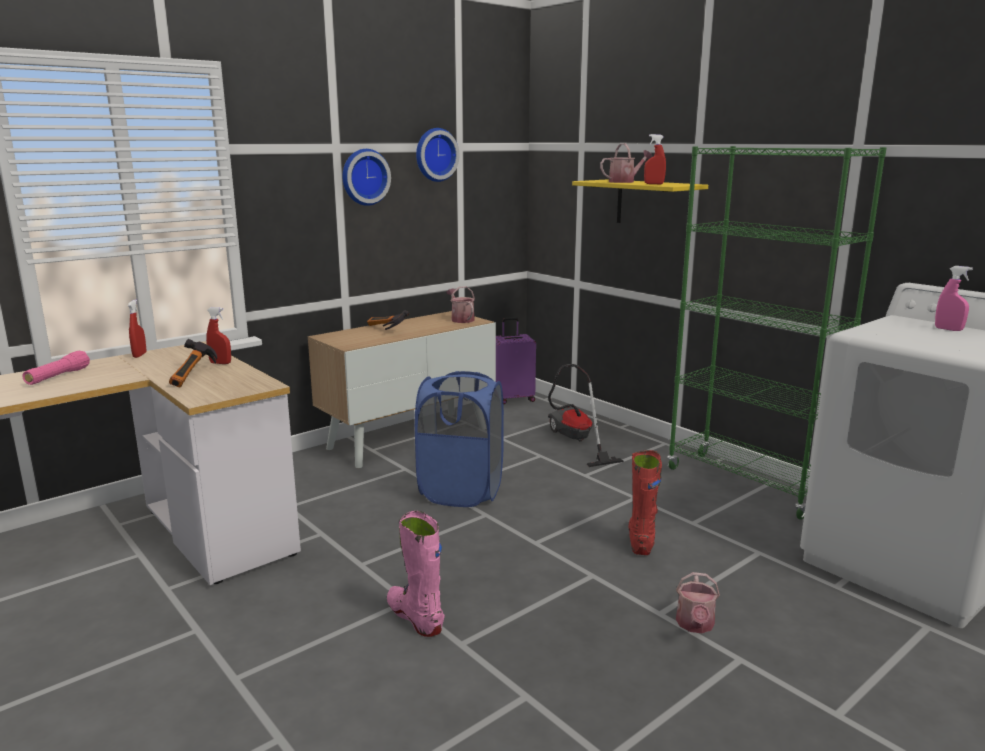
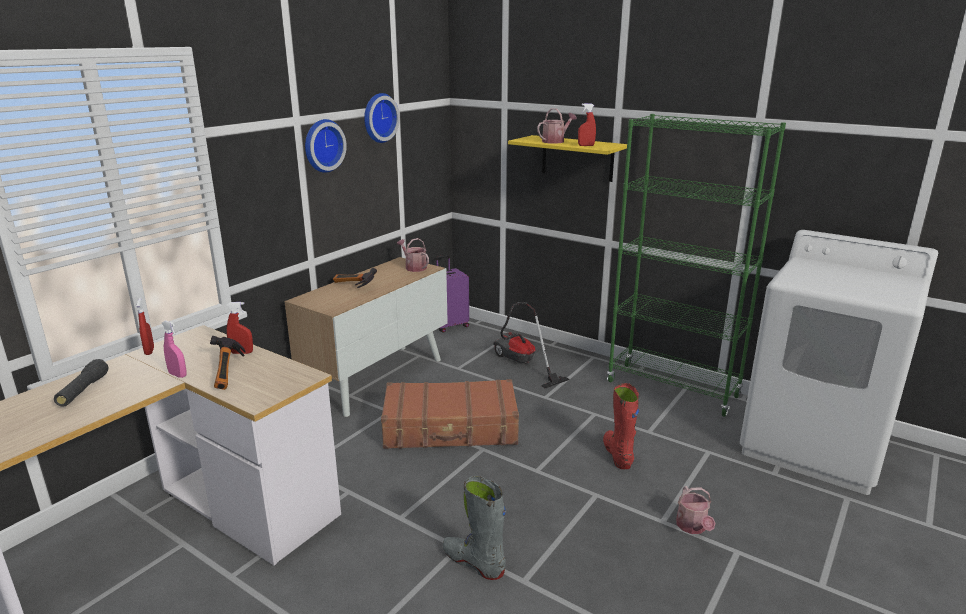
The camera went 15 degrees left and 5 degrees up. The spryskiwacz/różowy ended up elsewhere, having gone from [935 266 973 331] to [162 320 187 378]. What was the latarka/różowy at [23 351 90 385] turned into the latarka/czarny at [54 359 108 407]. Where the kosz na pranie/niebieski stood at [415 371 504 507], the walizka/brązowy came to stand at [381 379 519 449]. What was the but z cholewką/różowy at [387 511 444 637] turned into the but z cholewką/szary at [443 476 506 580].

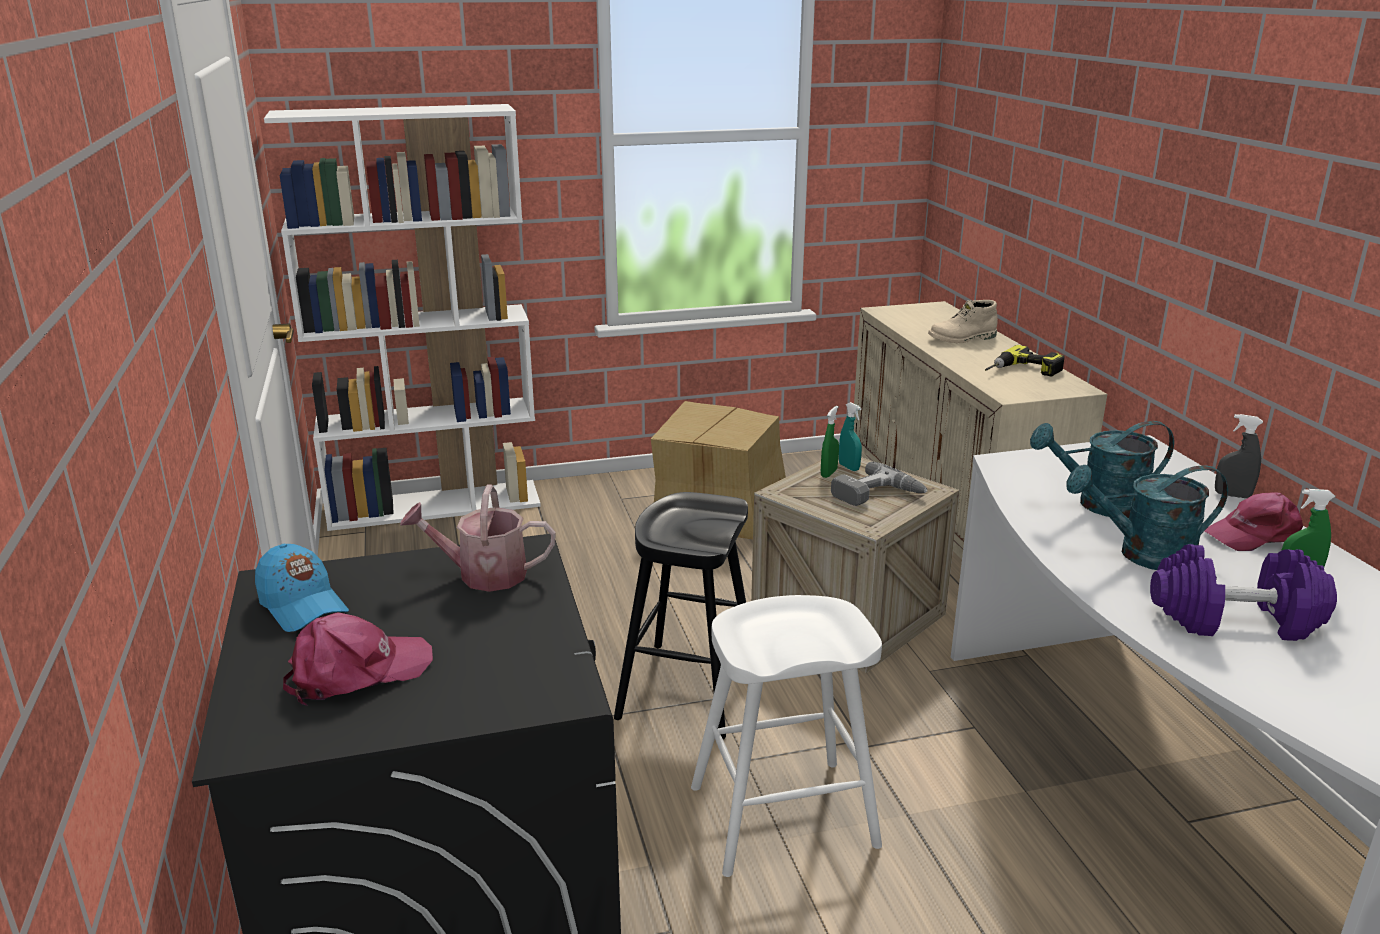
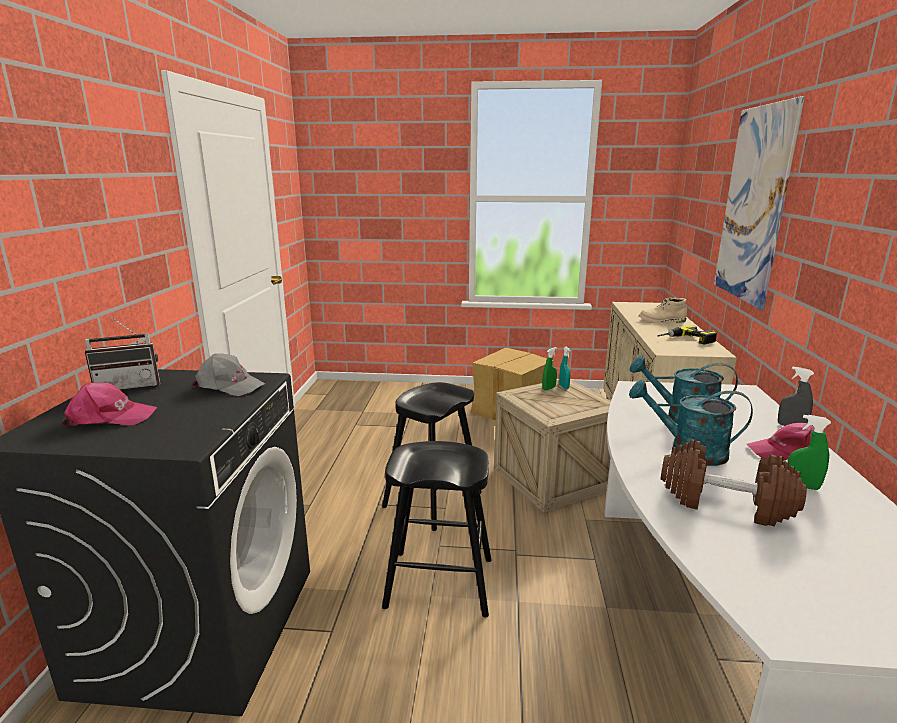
The camera went 20 degrees right and 5 degrees down. The second view lost the regał/biały at [264 104 541 531]. The second view lost the wiertarka at [831 461 927 506]. Where the konewka stood at [400 485 556 592], the czapka z daszkiem/szary came to stand at [192 353 265 396]. Where the czapka z daszkiem/niebieski stood at [255 544 349 632], the radio came to stand at [84 317 160 390]. What was the hantel/fioletowy at [1150 544 1337 641] turned into the hantel/brązowy at [661 439 807 527]. What was the stołek/biały at [691 595 882 877] turned into the stołek/czarny at [382 441 492 618]. The second view gained the obraz at [714 96 805 310].

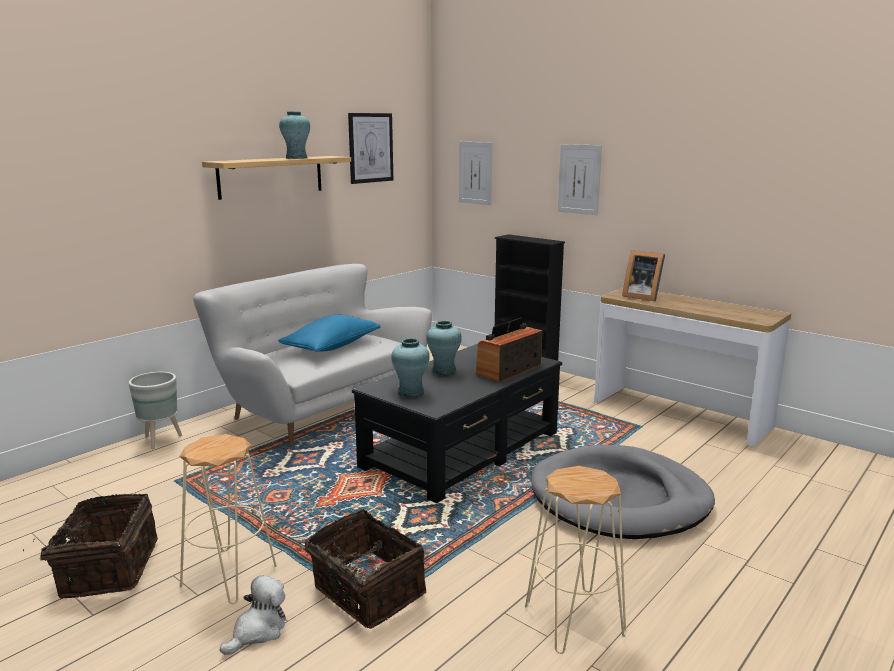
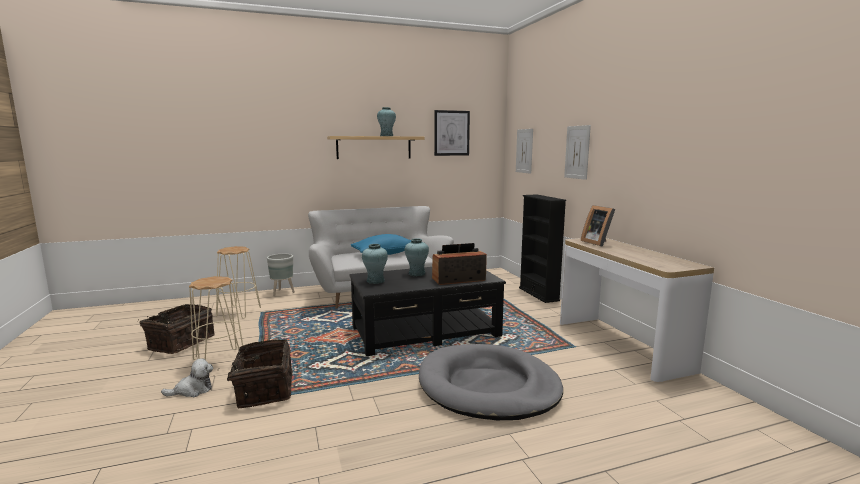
The camera went 30 degrees right and 5 degrees down. The stołek/beżowy ended up elsewhere, having gone from [525 466 626 654] to [216 246 261 319].

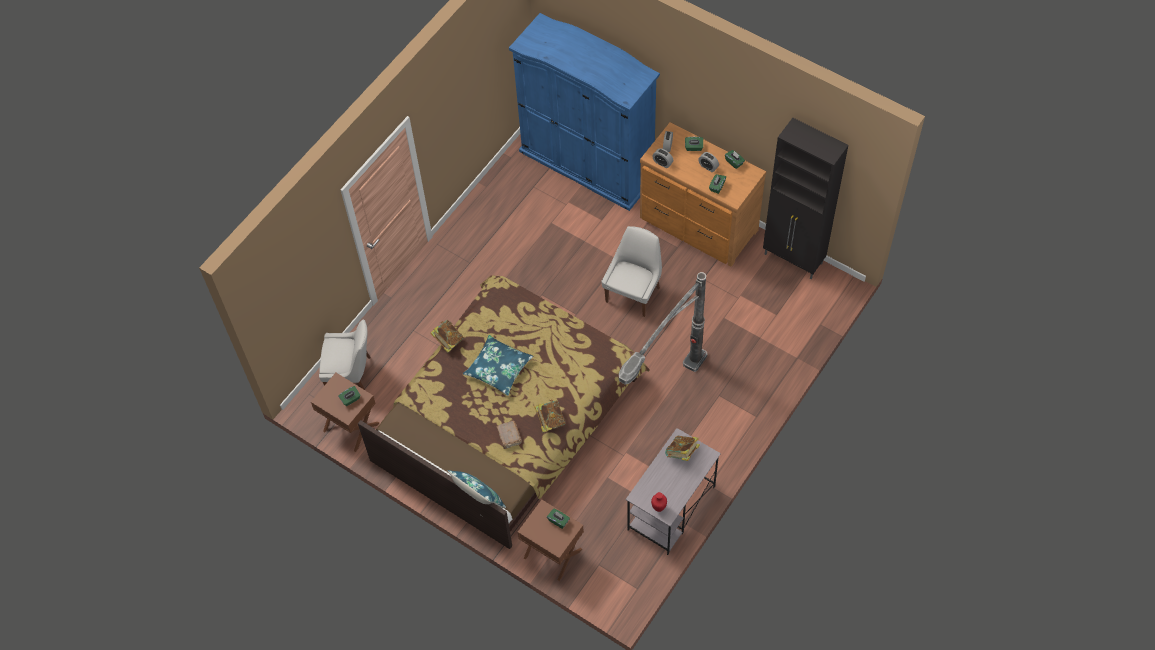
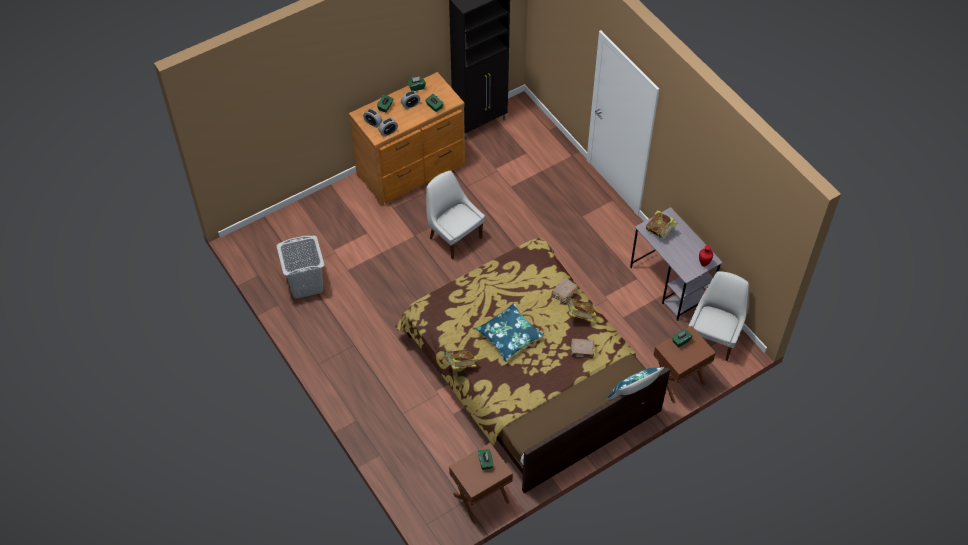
The camera went 70 degrees left and 5 degrees down. The second view lost the szafa/niebieski at [509 13 660 211]. The second view lost the lampa stojąca at [619 272 708 385]. The krzesło/biały ended up elsewhere, having gone from [319 319 371 390] to [688 271 749 361]. The second view gained the kosz na pranie/szary at [277 235 324 299]. The second view gained the książka/brązowy at [552 277 578 303].

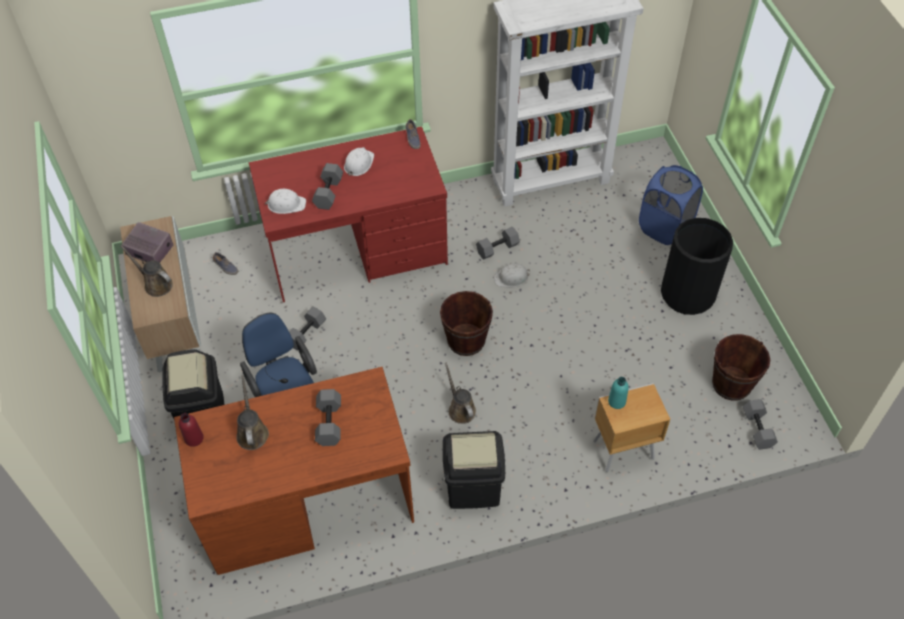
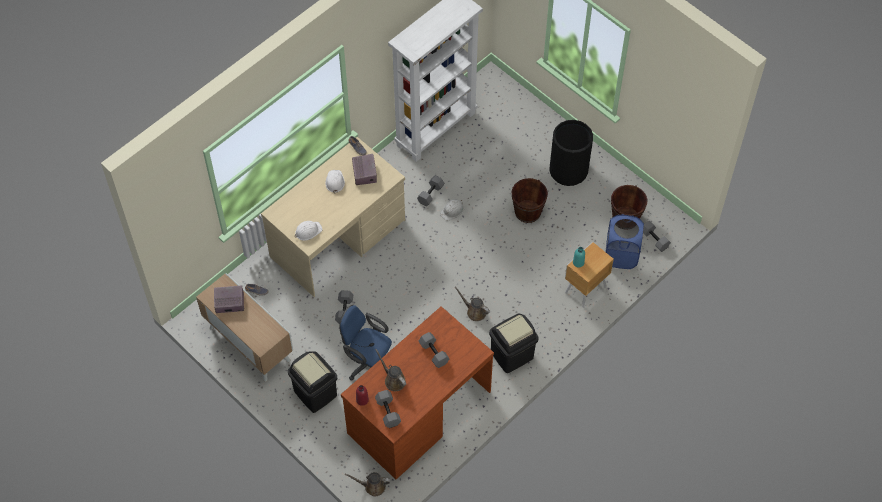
The camera went 30 degrees left and 5 degrees up. What was the biurko/czerwony at [249 126 448 302] turned into the biurko/beżowy at [261 137 405 297]. The hantel/szary ended up elsewhere, having gone from [312 163 343 210] to [375 390 401 428]. The kosz na pranie/niebieski ended up elsewhere, having gone from [639 165 703 245] to [605 214 644 269]. The konewka/brązowy ended up elsewhere, having gone from [120 245 173 297] to [345 472 390 496]. The wiadro/brązowy ended up elsewhere, having gone from [440 291 493 356] to [512 178 548 223]. The second view gained the radio at [352 154 377 185].

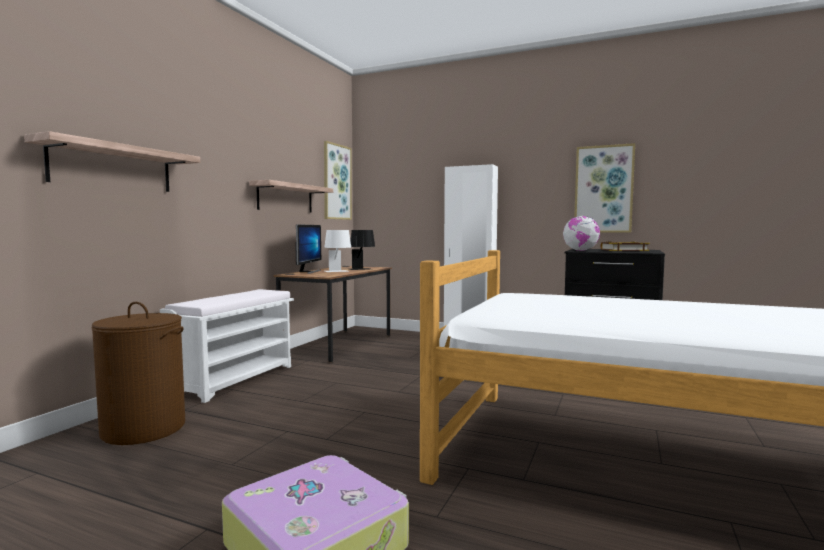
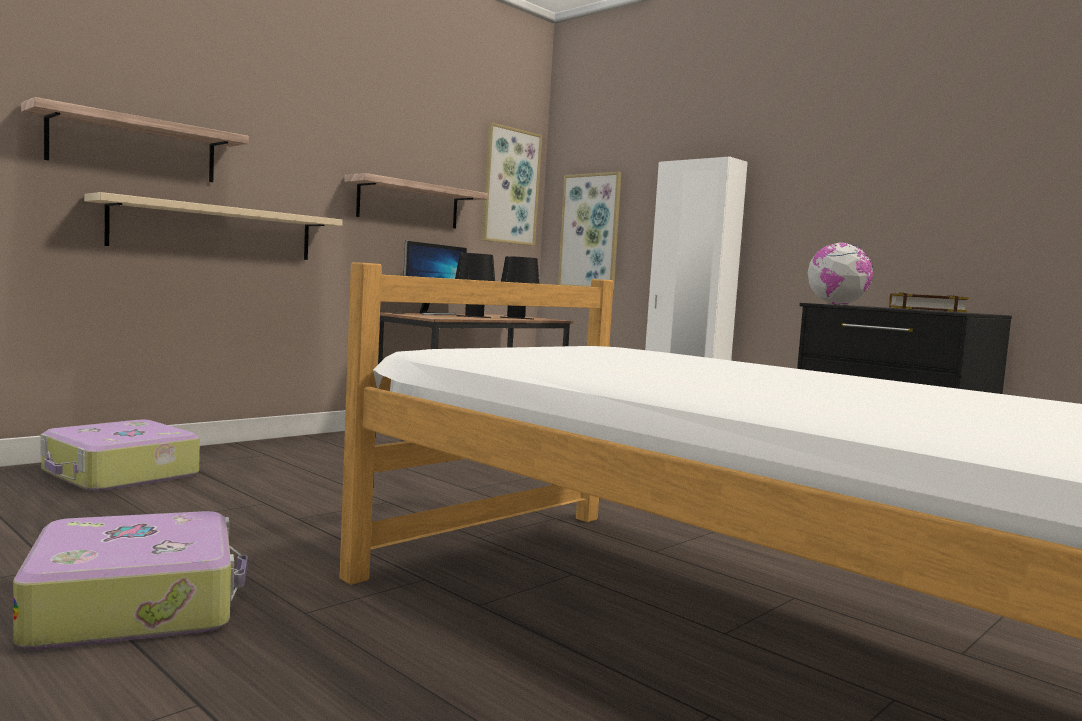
The camera went 20 degrees right and 0 degrees up. The obraz ended up elsewhere, having gone from [574 143 635 233] to [558 172 621 290]. What was the lampa stołowa/biały at [324 230 351 272] turned into the lampa stołowa/czarny at [455 253 495 318]. The second view lost the ławka/biały at [160 289 294 403]. Where the kosz na pranie/brązowy stood at [92 302 185 445], the walizka came to stand at [40 420 200 492]. The second view gained the półka/beżowy at [84 192 343 260].

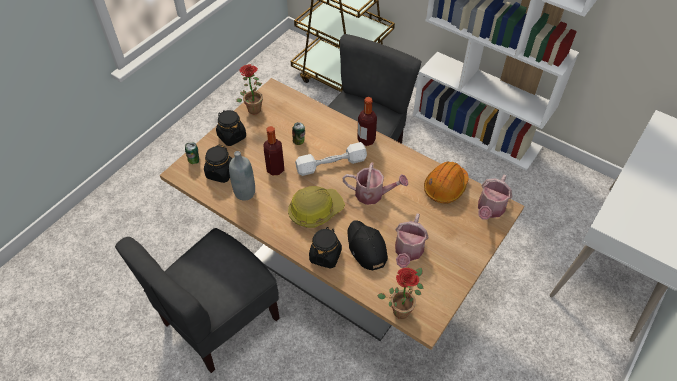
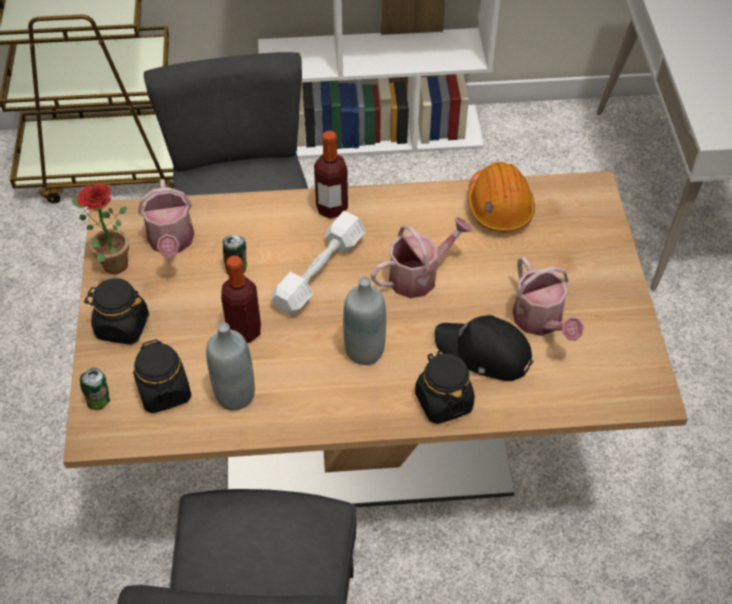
The camera went 40 degrees left and 0 degrees up. The konewka ended up elsewhere, having gone from [478 174 512 220] to [138 179 195 258]. Where the kask stood at [288 186 345 228], the butelka/szary came to stand at [343 277 386 365]. The second view lost the roślina doniczkowa at [377 268 424 319].

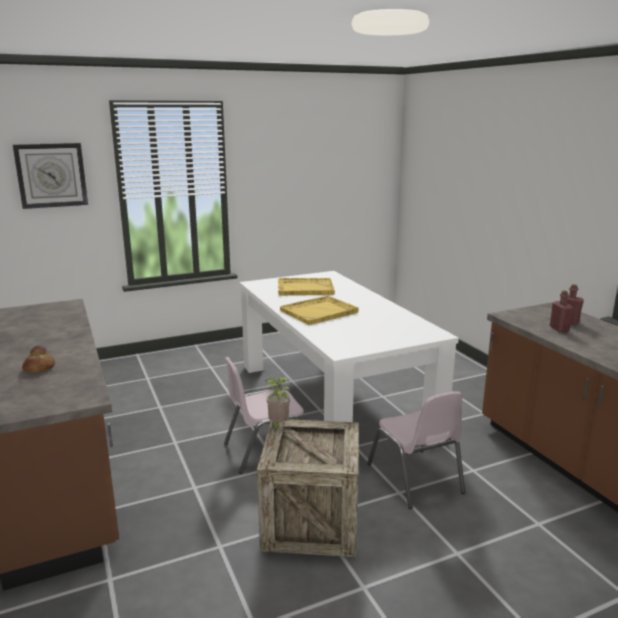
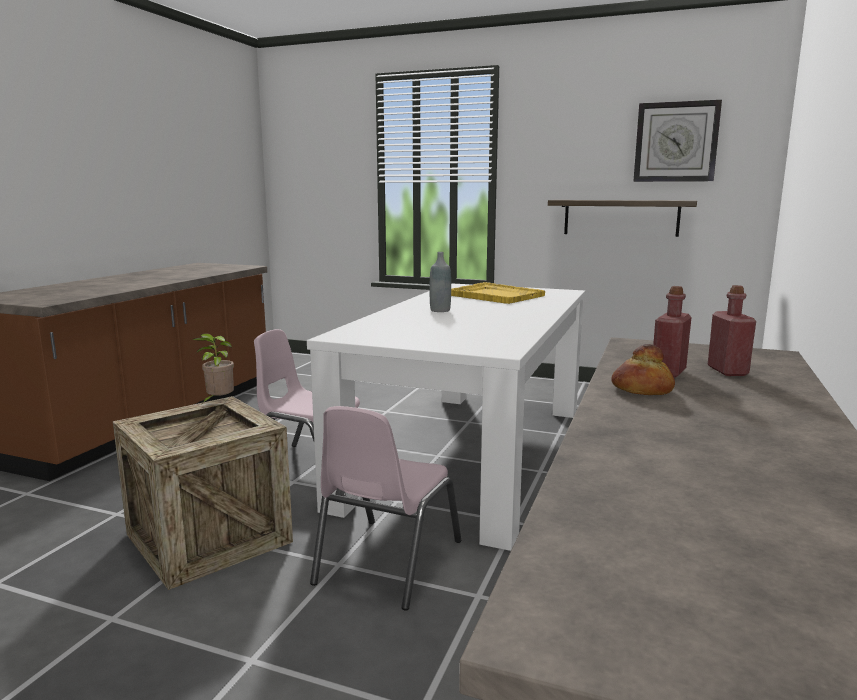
The camera went 45 degrees right and 5 degrees down. The zegar ścienny ended up elsewhere, having gone from [13 143 88 209] to [633 100 722 182]. Where the taca/żółty stood at [280 296 359 325], the butelka/szary came to stand at [430 252 451 312]. The chleb ended up elsewhere, having gone from [22 346 55 373] to [611 344 675 395]. The second view gained the półka at [548 200 697 237].

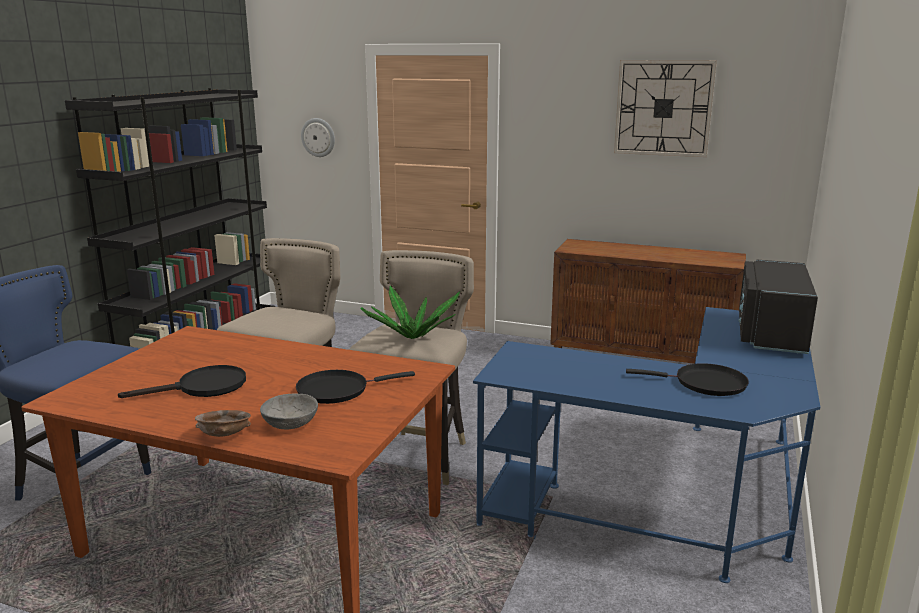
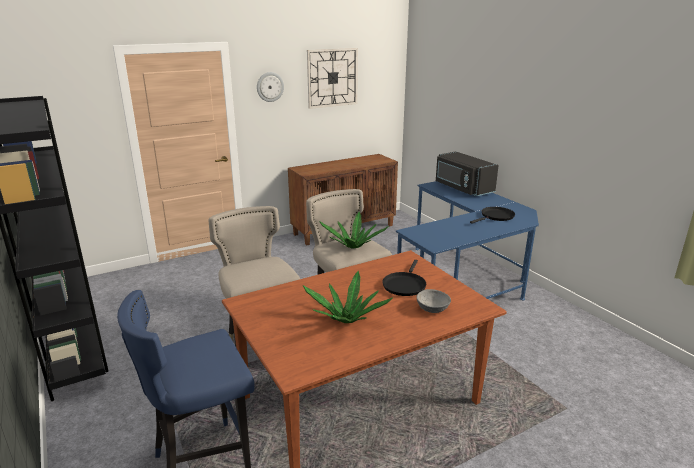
The camera went 50 degrees left and 5 degrees up. The zegar ścienny ended up elsewhere, having gone from [301 118 335 157] to [257 72 284 102]. Where the patelnia/czarny stood at [118 365 246 398], the roślina doniczkowa came to stand at [303 271 393 323]. The second view lost the miska/brązowy at [195 410 251 437].

